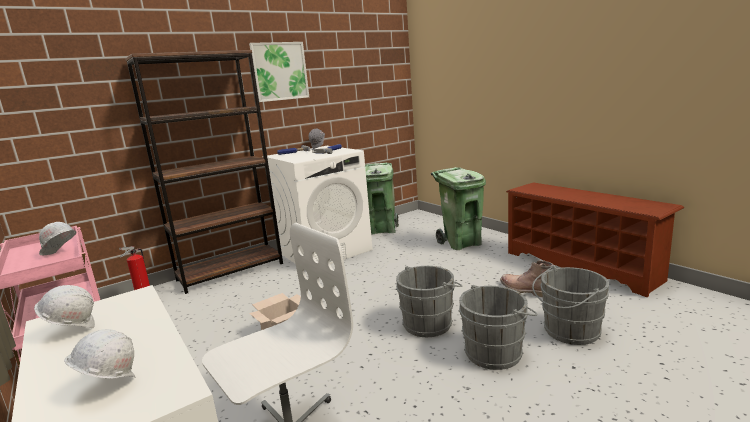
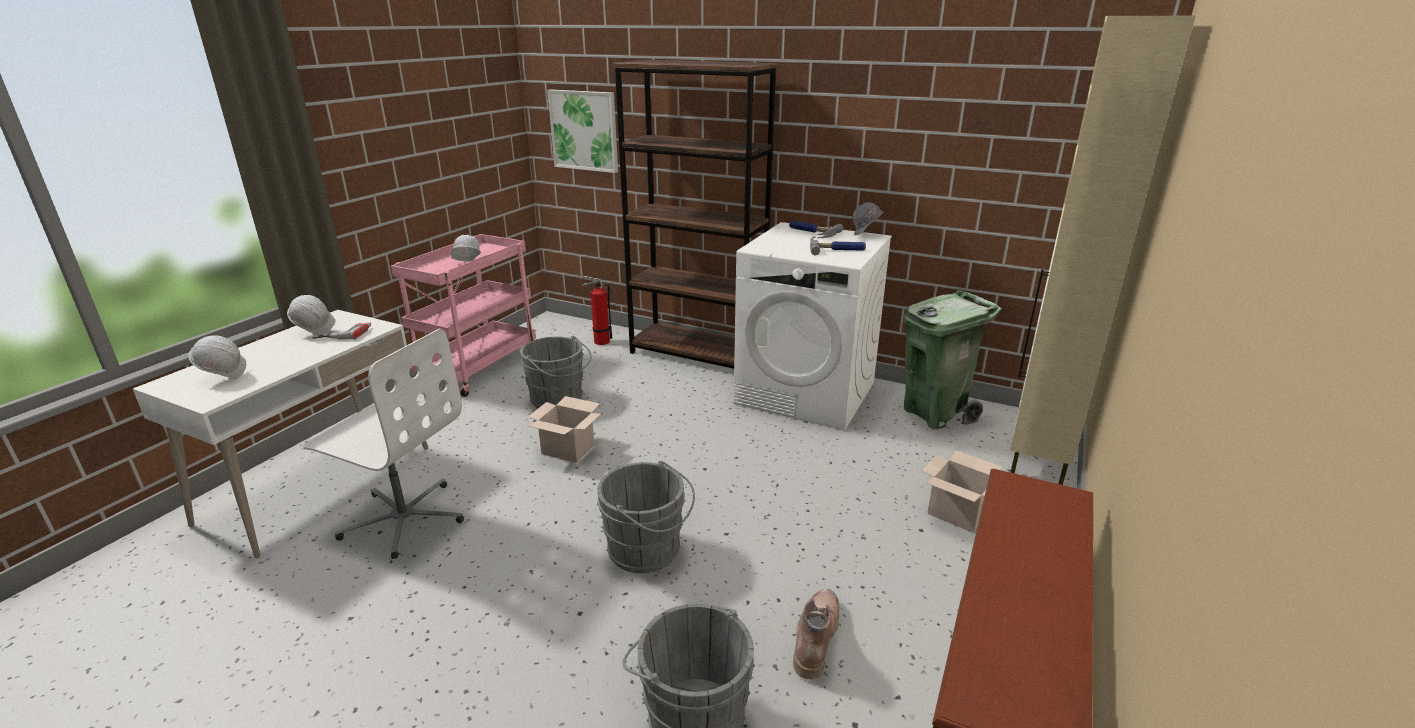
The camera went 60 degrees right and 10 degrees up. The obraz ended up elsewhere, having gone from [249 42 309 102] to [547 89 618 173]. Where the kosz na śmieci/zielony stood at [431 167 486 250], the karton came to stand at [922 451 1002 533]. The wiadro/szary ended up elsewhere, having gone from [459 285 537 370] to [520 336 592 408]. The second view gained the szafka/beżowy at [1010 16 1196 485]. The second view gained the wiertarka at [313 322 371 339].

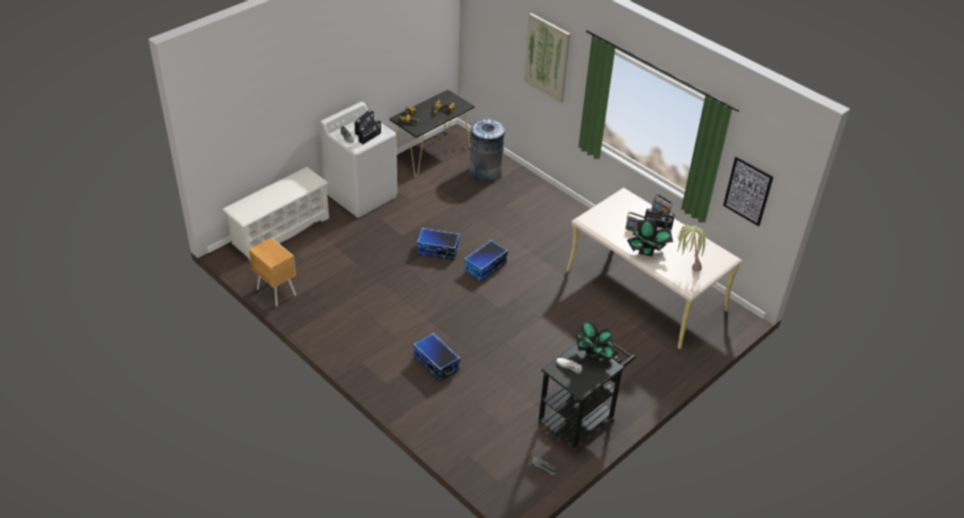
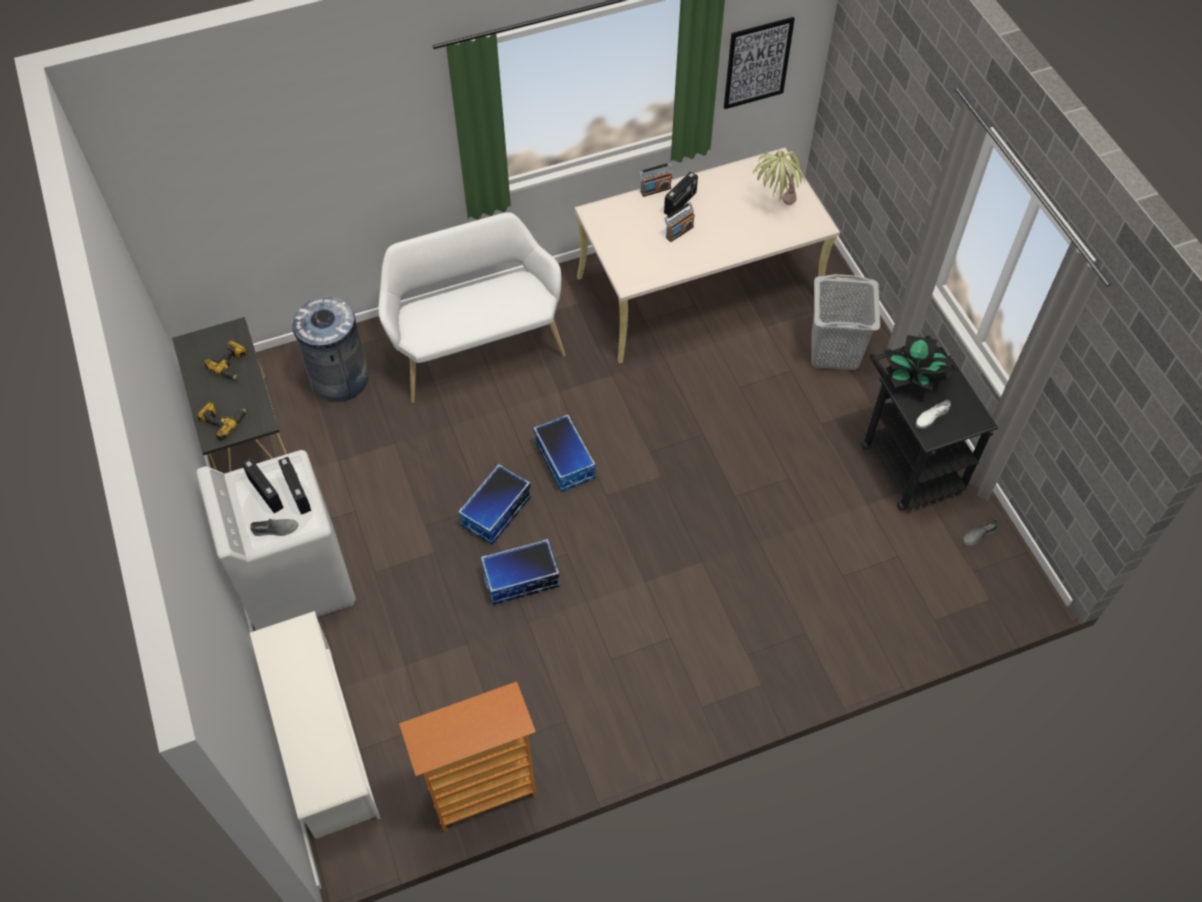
The camera went 65 degrees left and 15 degrees up. The second view lost the obraz at [524 13 570 103]. The second view lost the roślina doniczkowa at [627 219 673 257]. Where the szafka nocna/brązowy stood at [249 238 296 307], the regał came to stand at [399 682 536 832]. The pojemnik do przechowywania ended up elsewhere, having gone from [413 333 460 381] to [481 539 559 605]. The second view gained the ławka/biały at [378 212 566 403]. The second view gained the kosz na pranie/szary at [811 274 880 370].

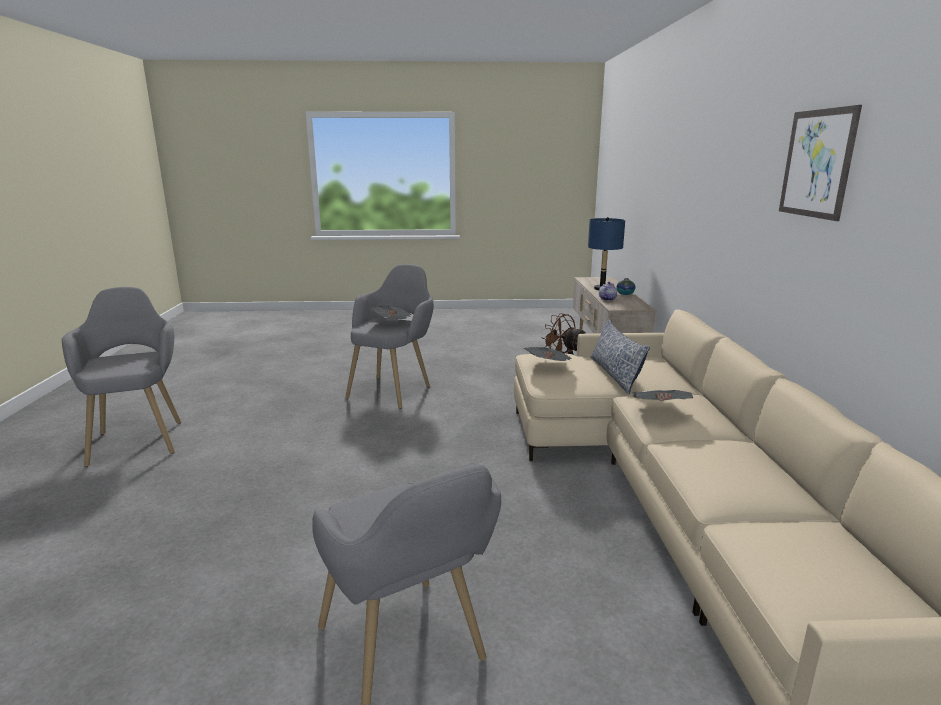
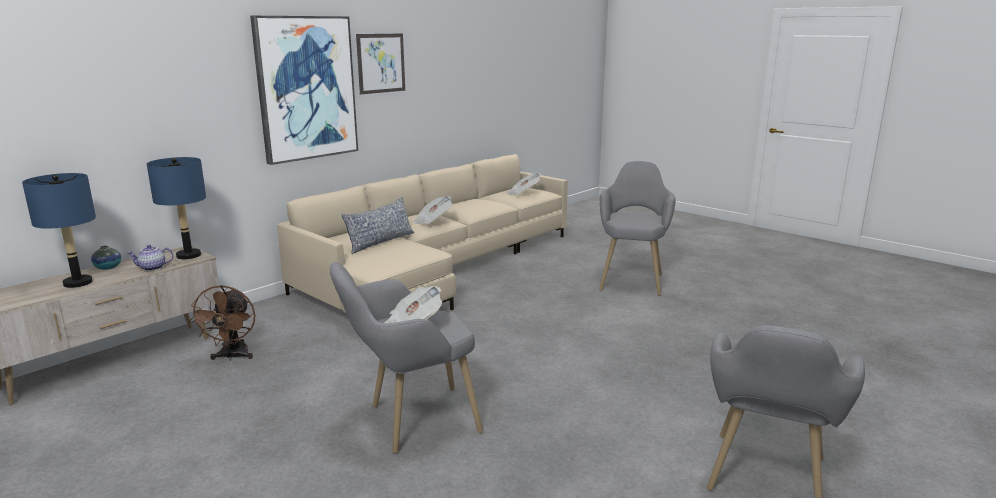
The camera went 135 degrees left and 0 degrees up. The gazeta ended up elsewhere, having gone from [523 347 572 361] to [506 173 541 195]. The second view gained the obraz at [250 16 358 165]. The second view gained the lampa stołowa/niebieski at [147 157 206 259].

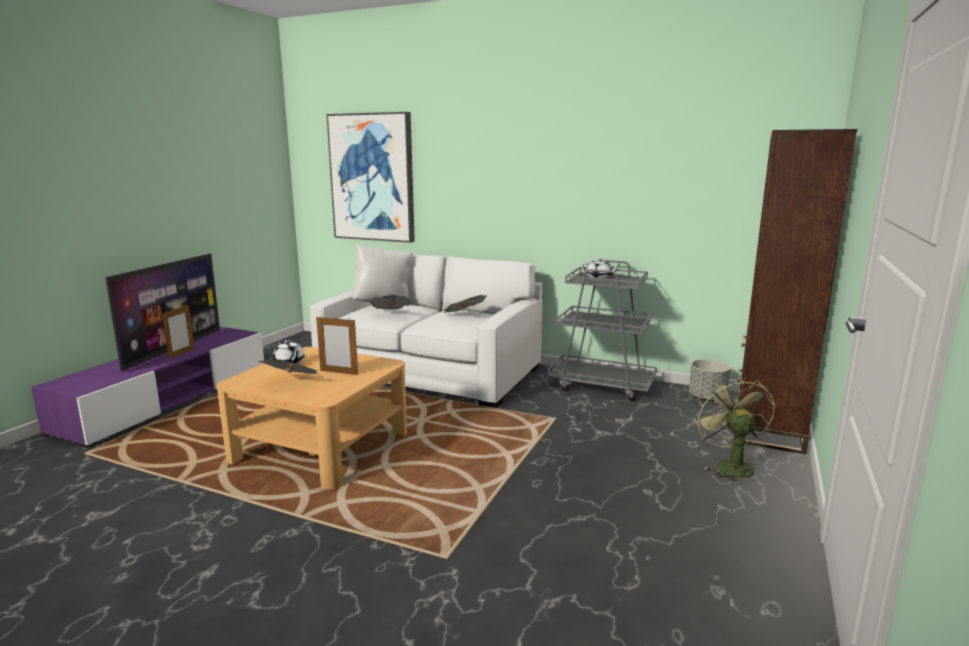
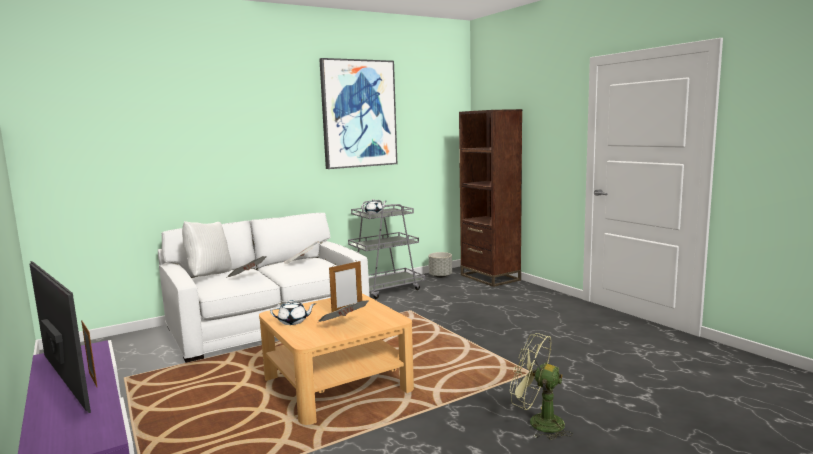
The camera went 55 degrees left and 5 degrees down. The obraz ended up elsewhere, having gone from [326 112 415 243] to [319 58 397 169]. The wentylator/zielony ended up elsewhere, having gone from [694 375 775 484] to [510 333 573 440].

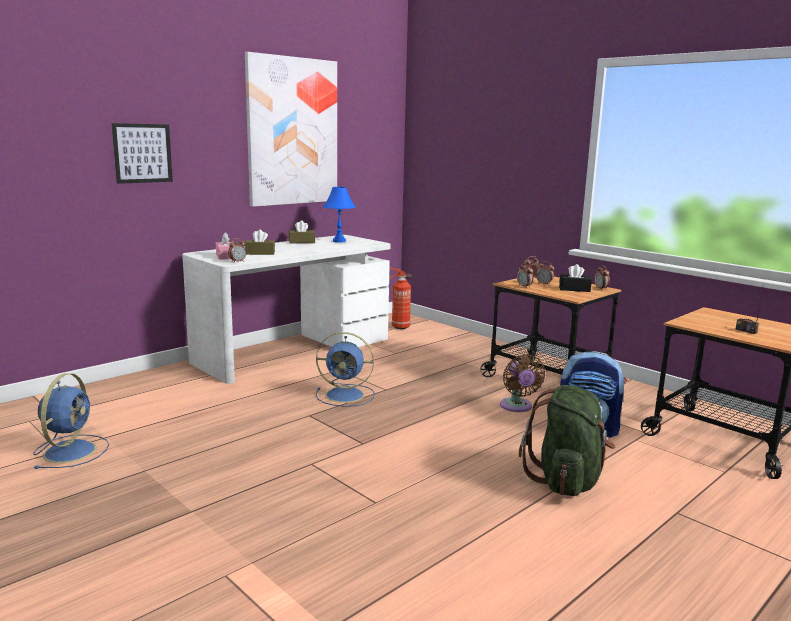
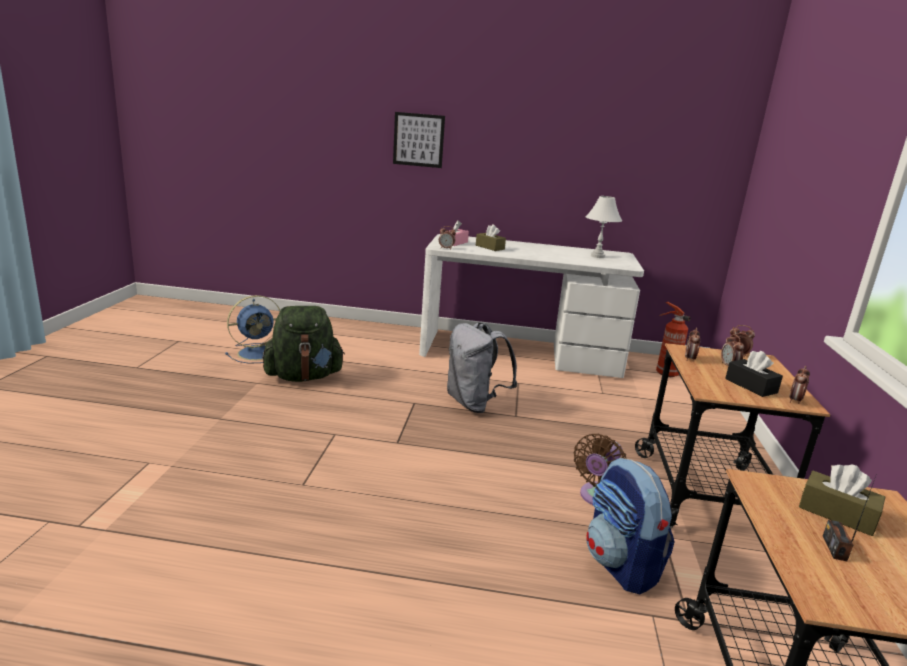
The camera went 50 degrees right and 5 degrees up. The second view lost the obraz at [245 52 337 207]. What was the lampa stołowa/niebieski at [323 187 356 243] turned into the lampa stołowa/biały at [586 196 622 258]. The pudełko chusteczek/brązowy ended up elsewhere, having gone from [289 220 315 243] to [799 464 885 536]. Where the wentylator/niebieski stood at [316 332 375 407], the plecak/szary came to stand at [447 322 517 413]. The plecak/zielony ended up elsewhere, having gone from [519 385 616 496] to [262 306 345 382].

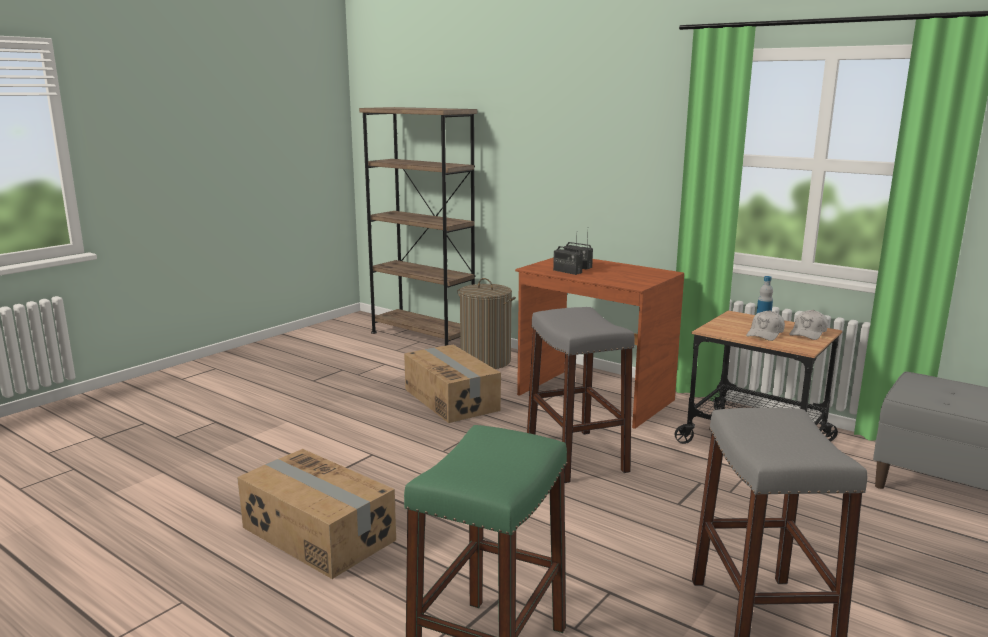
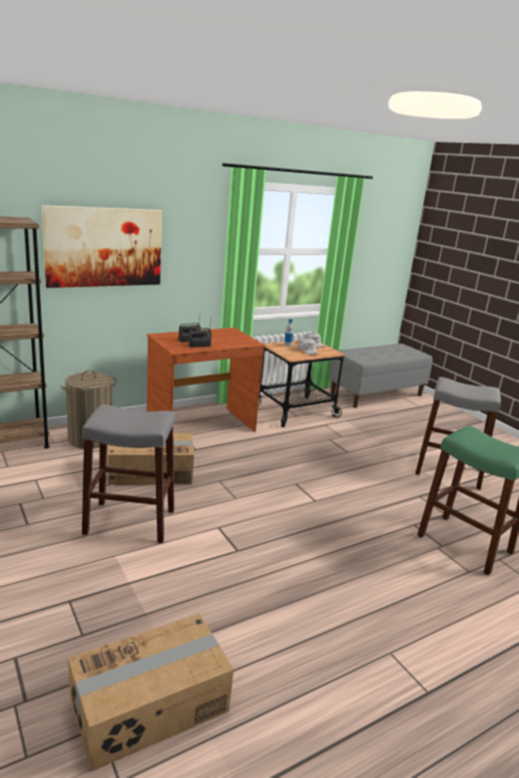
The camera went 70 degrees left and 5 degrees up. The stołek/szary ended up elsewhere, having gone from [527 307 635 483] to [82 404 175 543]. The karton ended up elsewhere, having gone from [237 449 396 579] to [68 614 234 771]. The second view gained the obraz at [42 205 162 288].

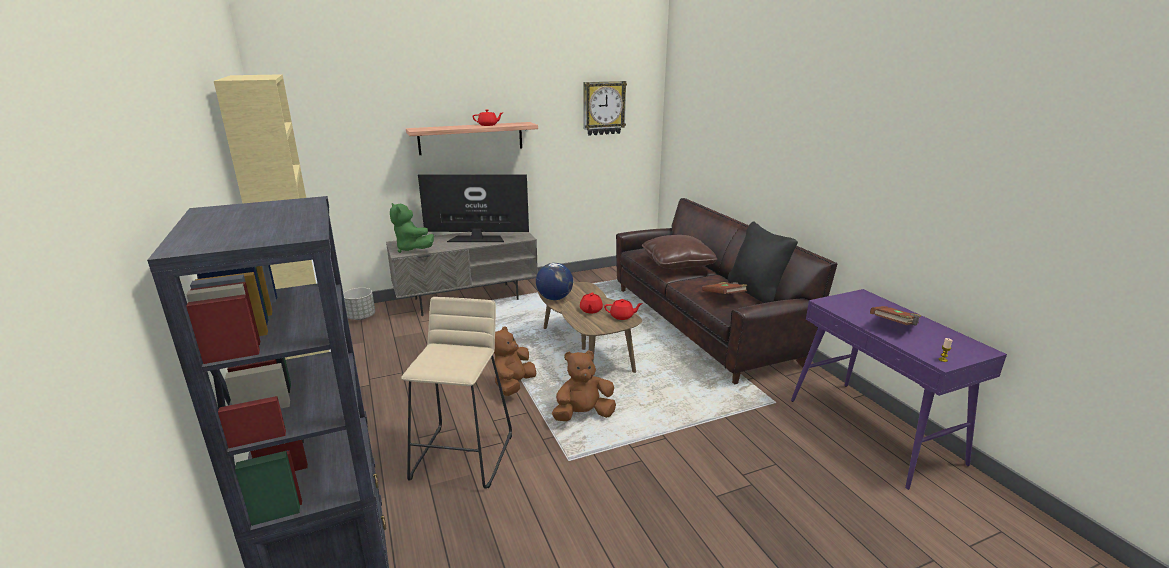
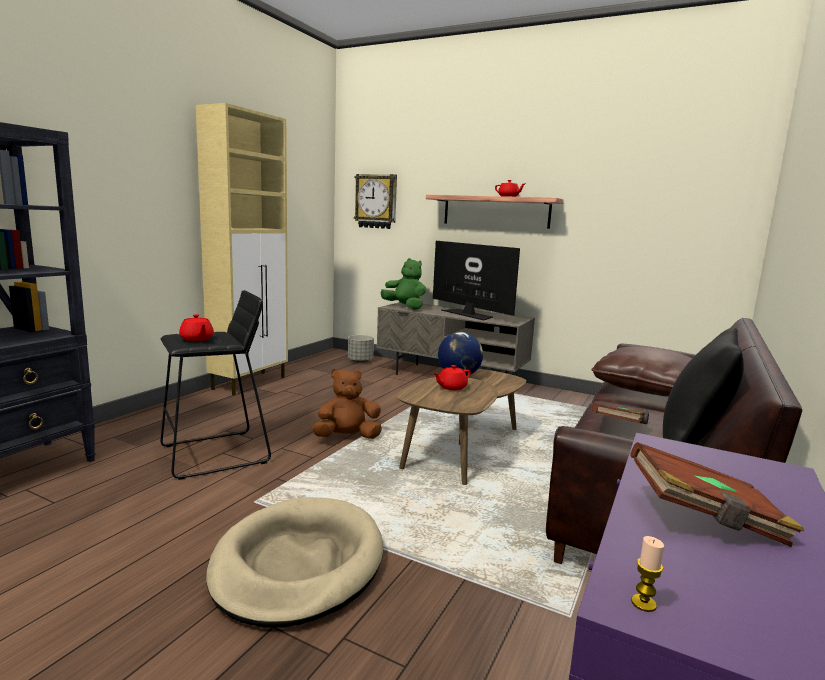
The camera went 50 degrees right and 10 degrees down. The zegar ścienny ended up elsewhere, having gone from [584 81 627 136] to [354 174 397 229]. The pluszak/zielony at [390 203 434 253] ended up facing another way, 120 degrees clockwise from before. What was the stołek/beżowy at [401 297 512 489] turned into the stołek/czarny at [160 290 271 480]. The imbryk/czerwony ended up elsewhere, having gone from [604 299 643 320] to [179 314 214 341]. The second view lost the pluszak/brązowy at [552 350 616 421]. The second view gained the legowisko/beżowy at [206 497 383 627].

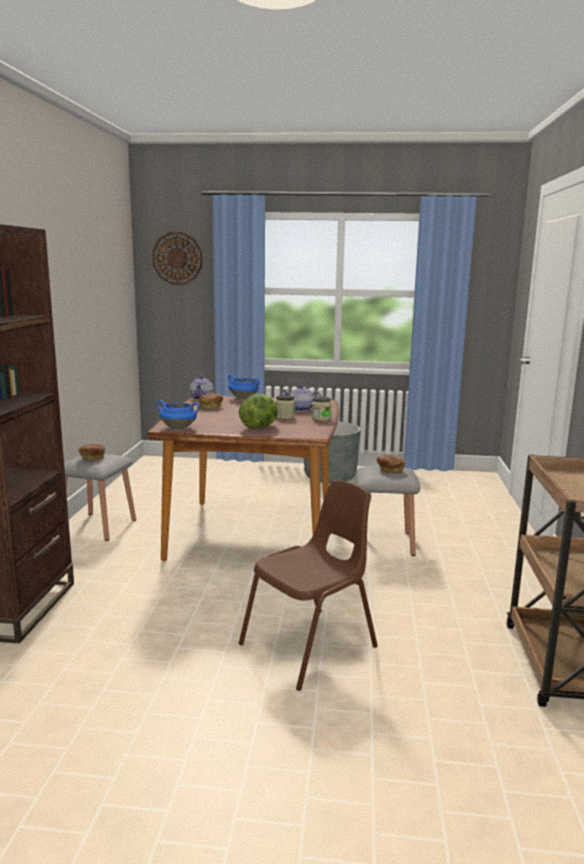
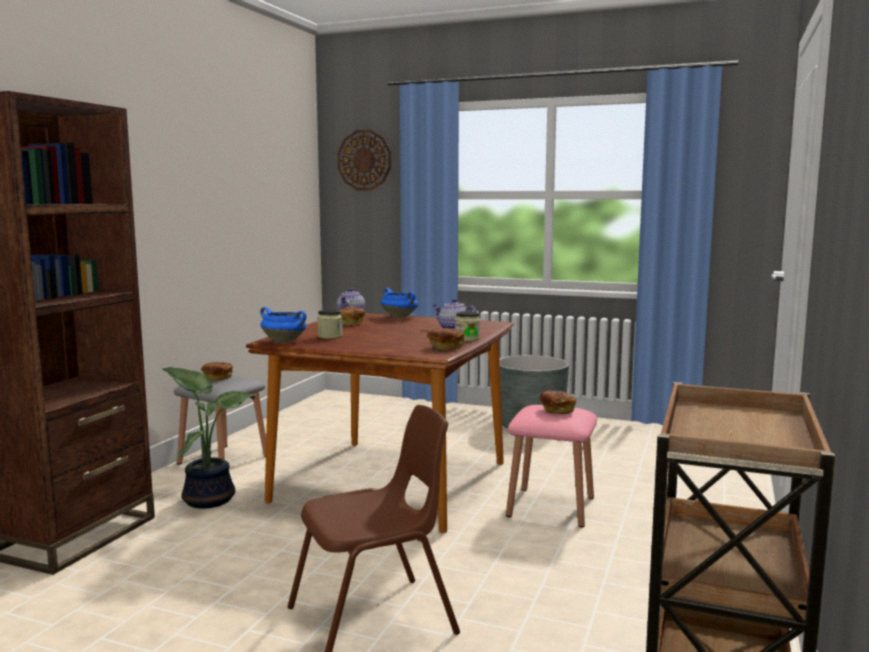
The camera went 15 degrees right and 5 degrees down. The second view lost the sałata at [239 394 278 429]. The słoik ended up elsewhere, having gone from [275 395 295 419] to [317 309 343 339]. What was the stołek/szary at [356 466 420 556] turned into the stołek/różowy at [506 405 597 527]. The second view gained the chleb at [427 328 464 350]. The second view gained the roślina doniczkowa at [162 367 255 509].

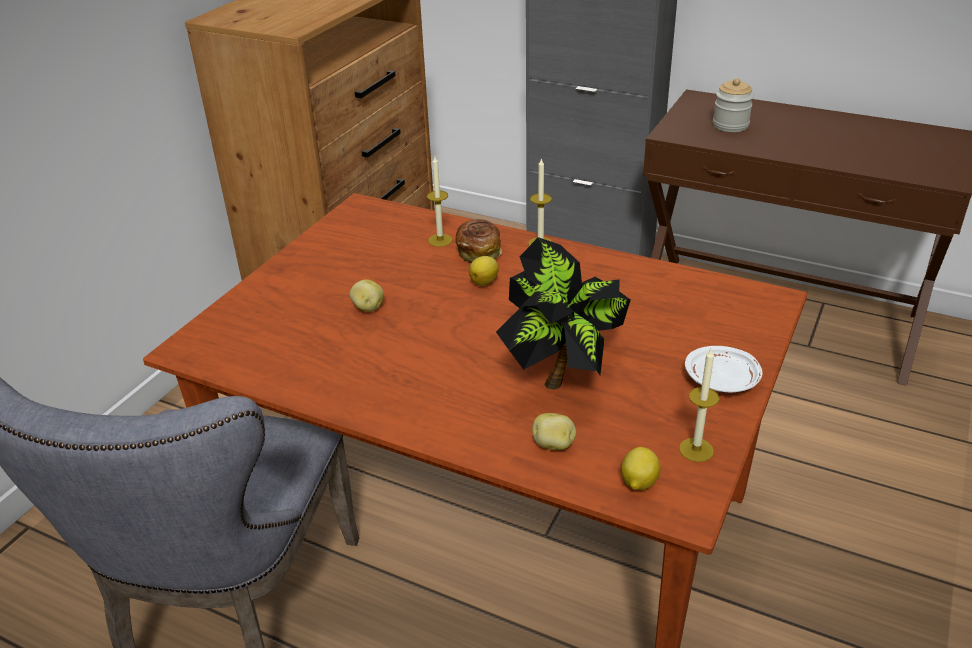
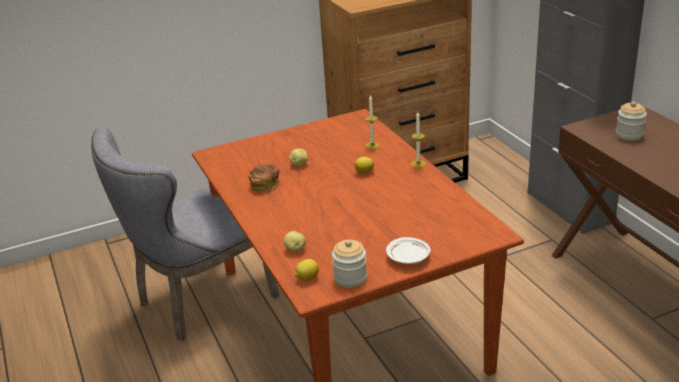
The camera went 40 degrees right and 5 degrees down. The chleb ended up elsewhere, having gone from [455 219 502 263] to [248 164 279 191]. The second view lost the roślina doniczkowa at [496 237 631 390]. Where the świeca stood at [679 349 720 462], the słoik came to stand at [332 239 367 288].

